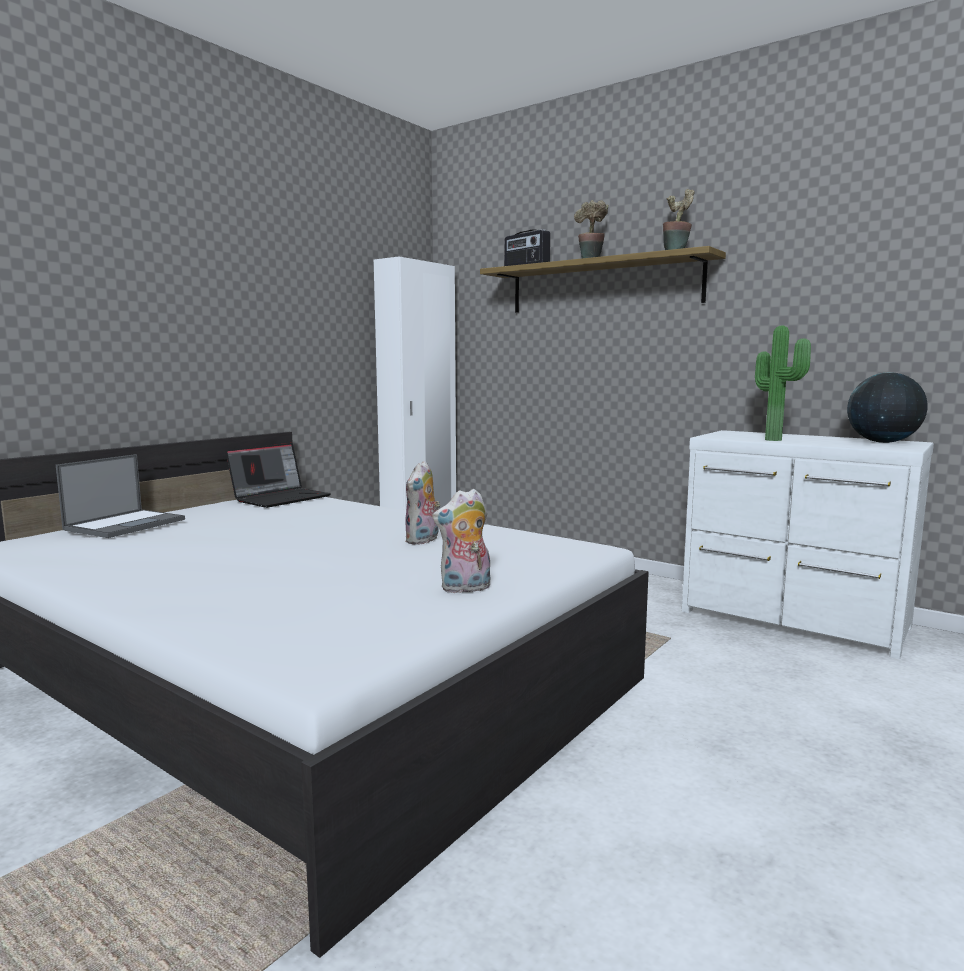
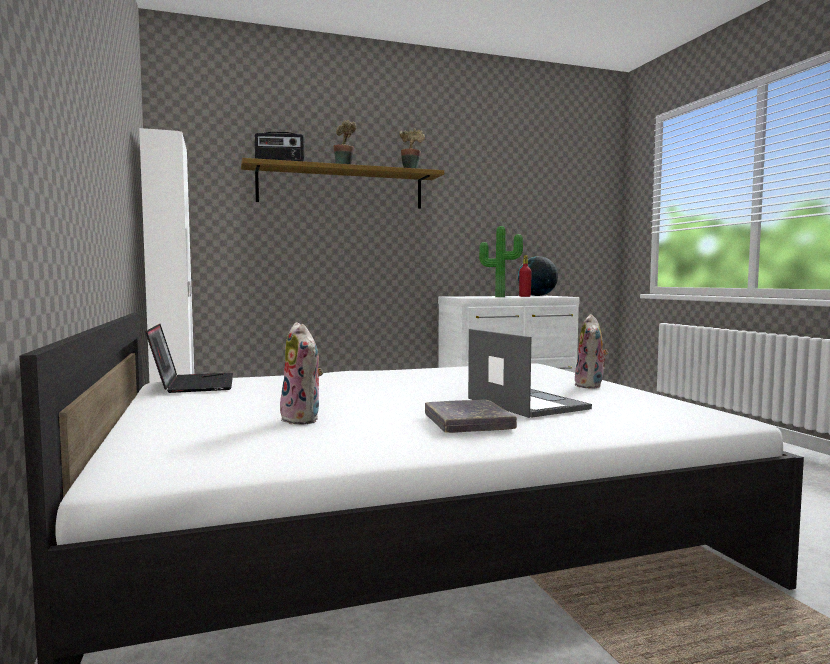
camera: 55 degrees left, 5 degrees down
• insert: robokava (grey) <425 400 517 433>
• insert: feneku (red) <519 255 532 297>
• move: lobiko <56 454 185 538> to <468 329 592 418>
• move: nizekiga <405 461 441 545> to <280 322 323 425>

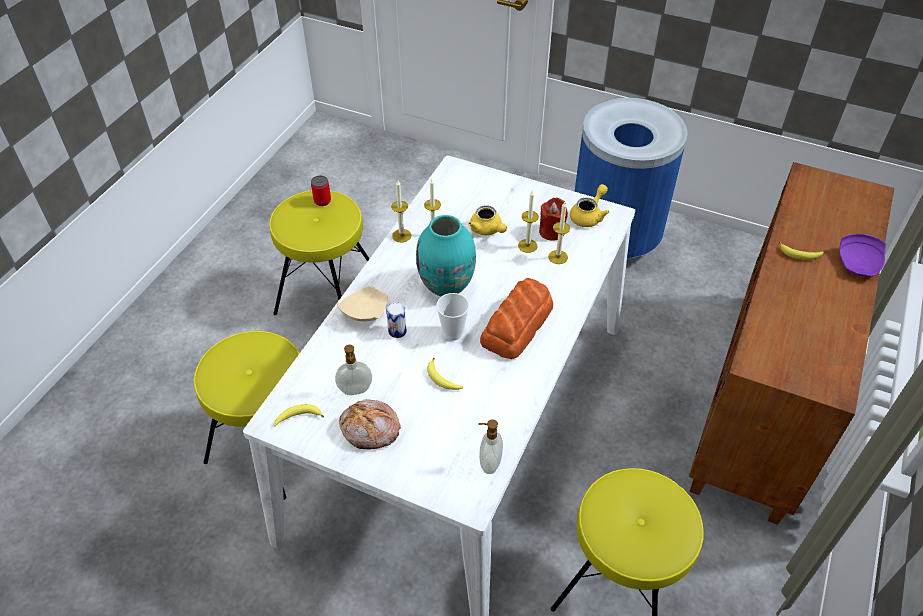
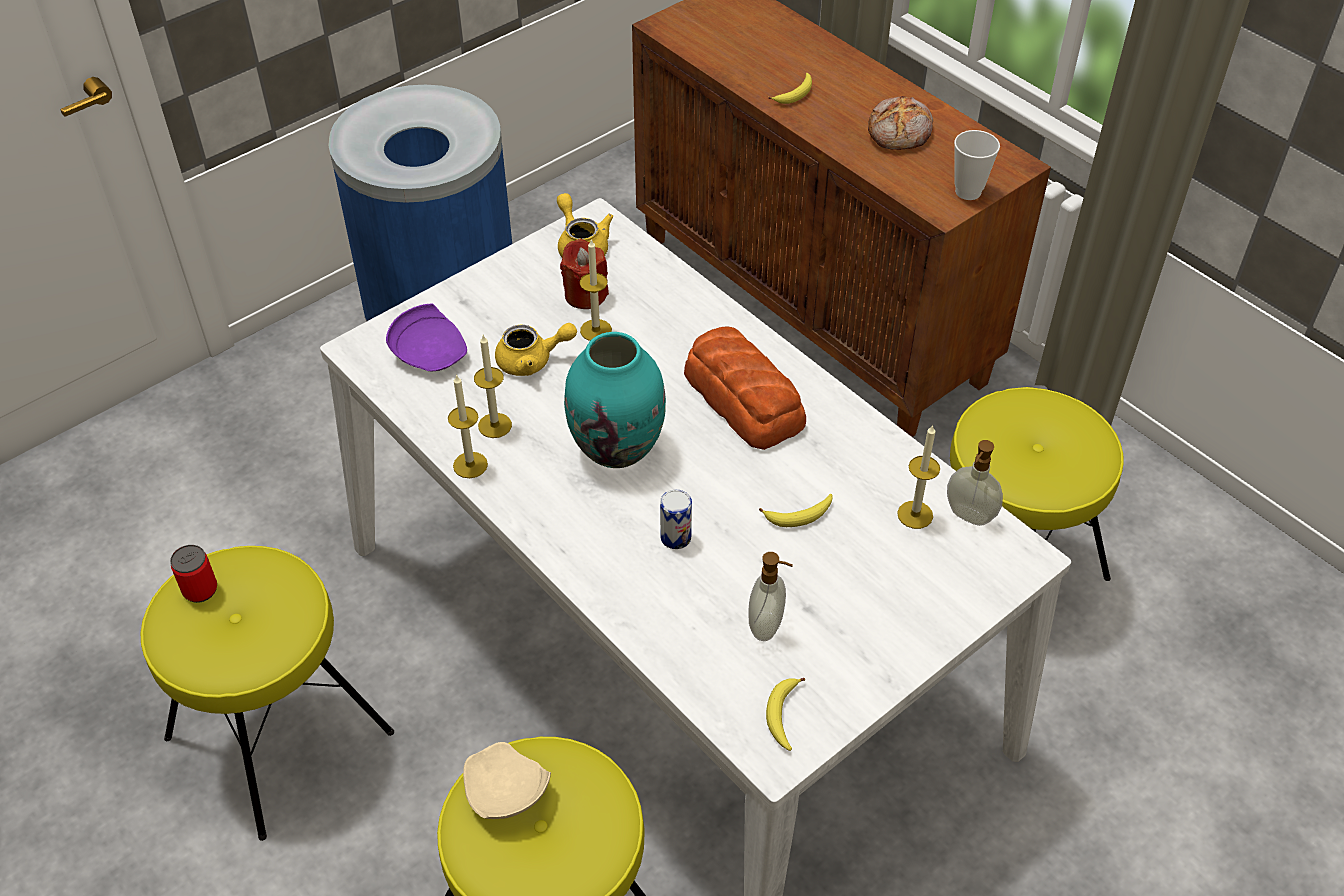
camera: 65 degrees left, 0 degrees up
• move: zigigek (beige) <337 286 388 321> to <463 742 551 819>
• move: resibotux <339 399 401 450> to <868 96 933 150>
• move: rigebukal <436 293 469 341> to <954 130 1000 200>
• move: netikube <548 202 570 264> to <897 425 940 529>
• move: zigigek (purple) <839 234 886 276> to <386 303 467 372>

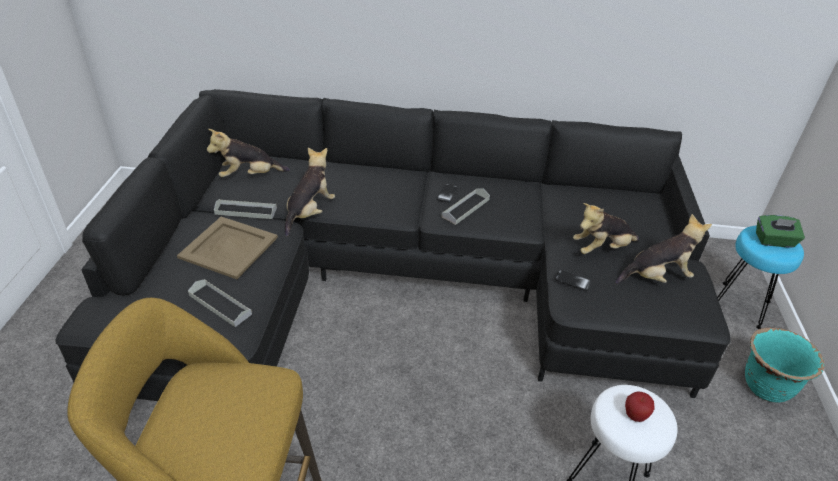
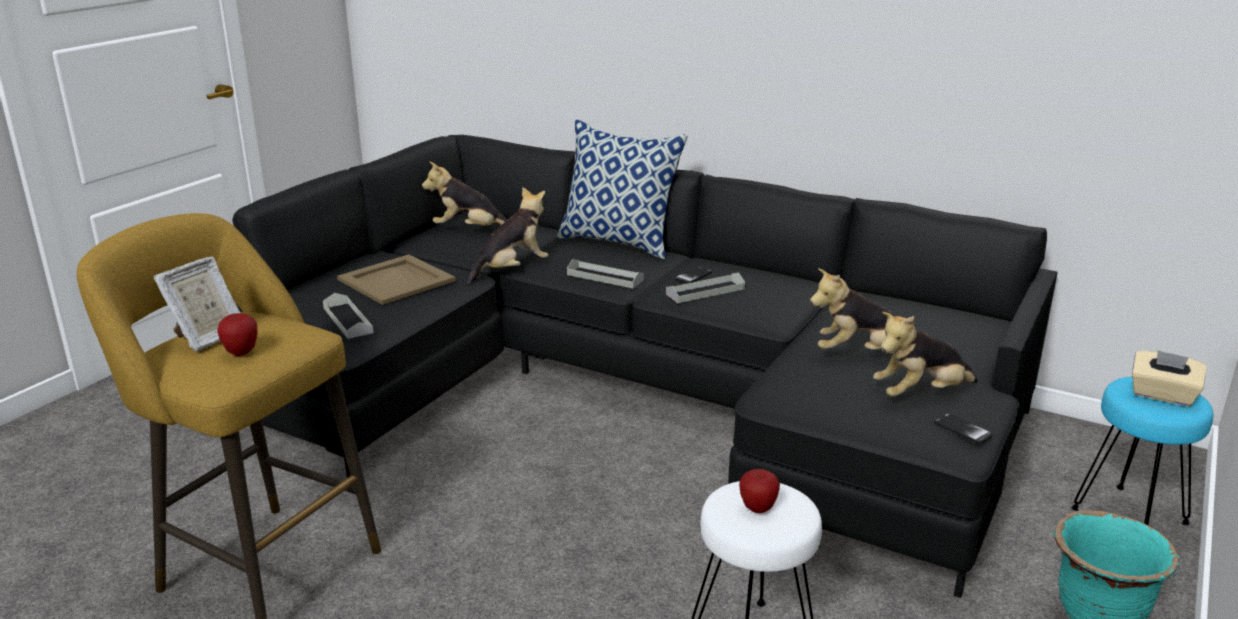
camera: 25 degrees right, 15 degrees down
• insert: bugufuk <153 257 240 352>
• insert: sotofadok <217 313 258 356>
• insert: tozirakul <557 119 688 259>
• move: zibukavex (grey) <214 199 277 219> to <567 259 644 288>
• move: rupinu <555 270 592 291> to <934 413 993 444>
• recolor: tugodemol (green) <756 215 805 248> to tugodemol (beige) <1132 350 1207 406>
• rotate: nizekiga <615 214 712 285> = <873 312 978 397> 150 degrees clockwise

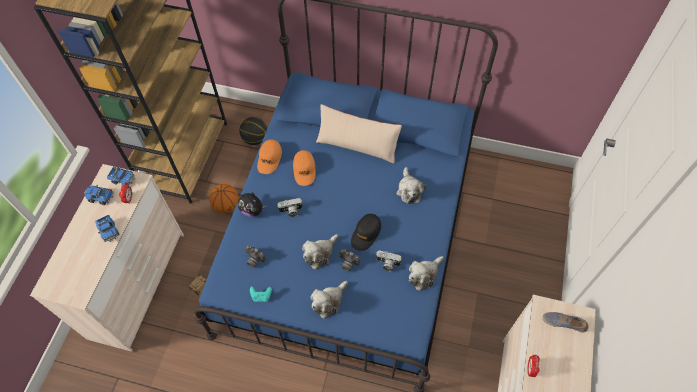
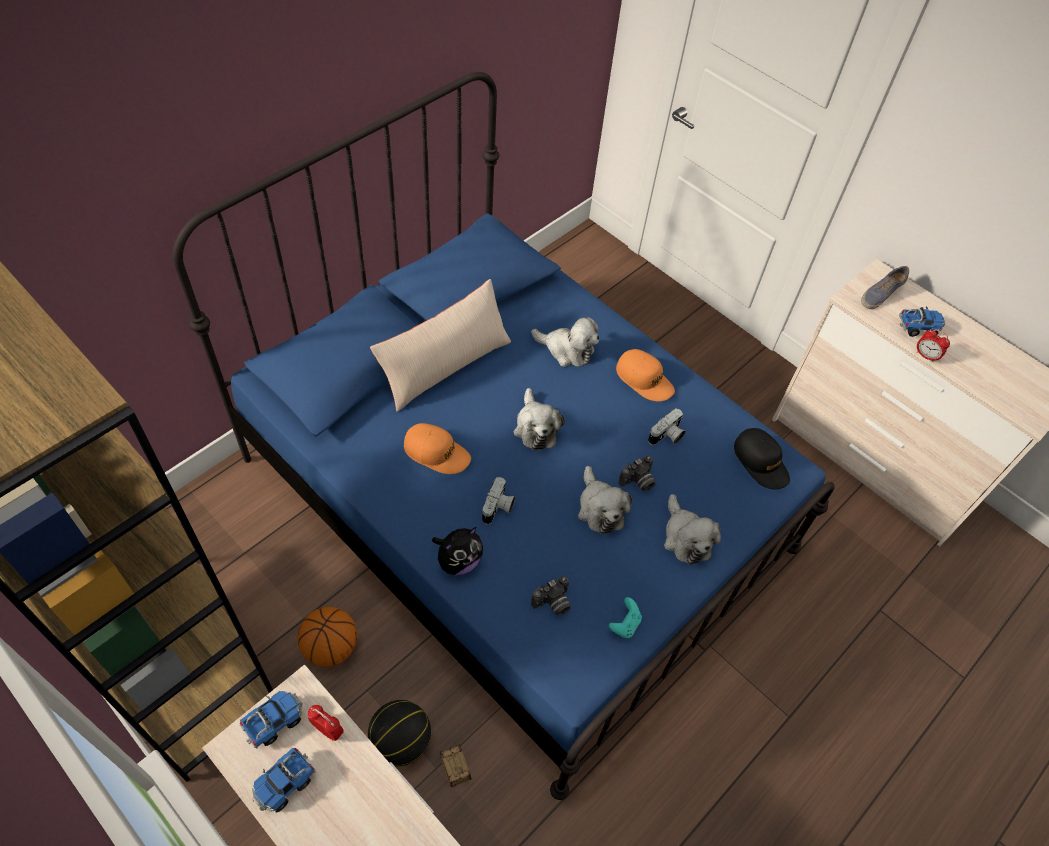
camera: 65 degrees left, 5 degrees down
• move: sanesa <95 215 120 242> to <899 306 945 337>
• move: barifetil <239 117 267 145> to <368 700 431 766>
• move: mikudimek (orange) <257 139 282 174> to <616 349 675 401>
• move: mikudimek (black) <351 214 381 251> to <734 428 790 489>
• move: nizekiga <409 256 444 291> to <513 388 565 451>

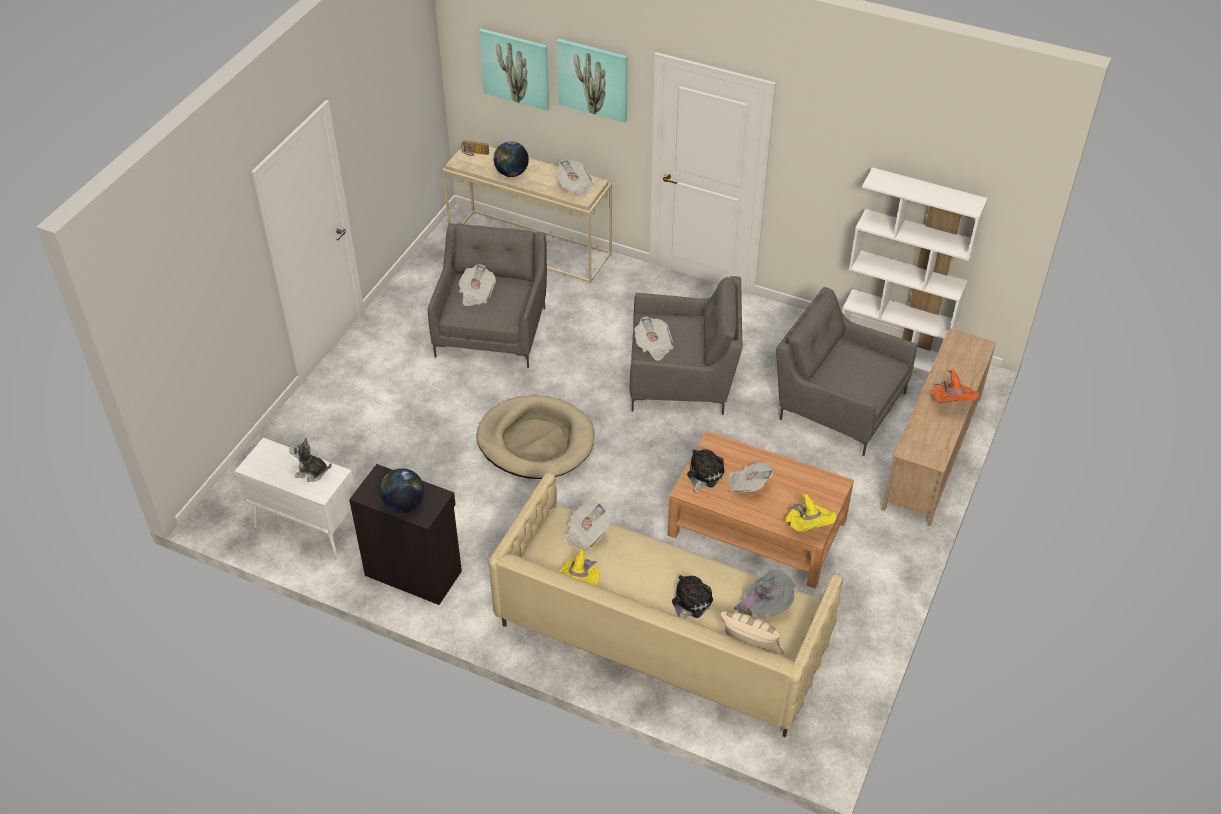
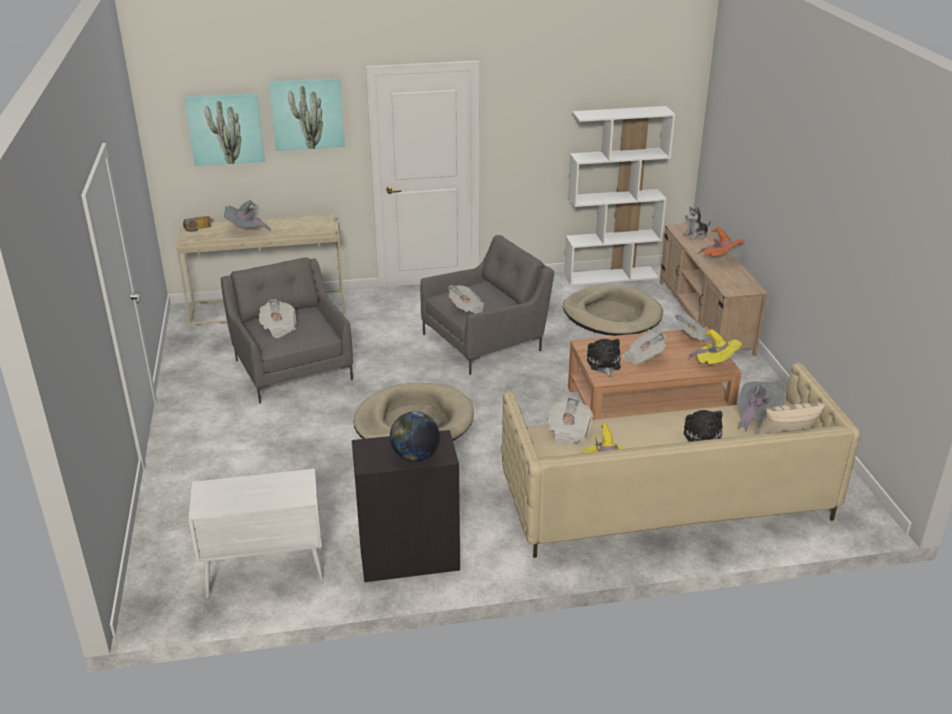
camera: 35 degrees left, 15 degrees down
• move: nizekiga <289 438 332 482> to <683 206 711 240>
• move: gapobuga <556 159 594 197> to <674 313 713 343>
• replace: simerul <493 141 529 177> to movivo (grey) <224 200 271 231>
• replace: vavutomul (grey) <776 287 917 456> to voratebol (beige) <563 285 663 336>

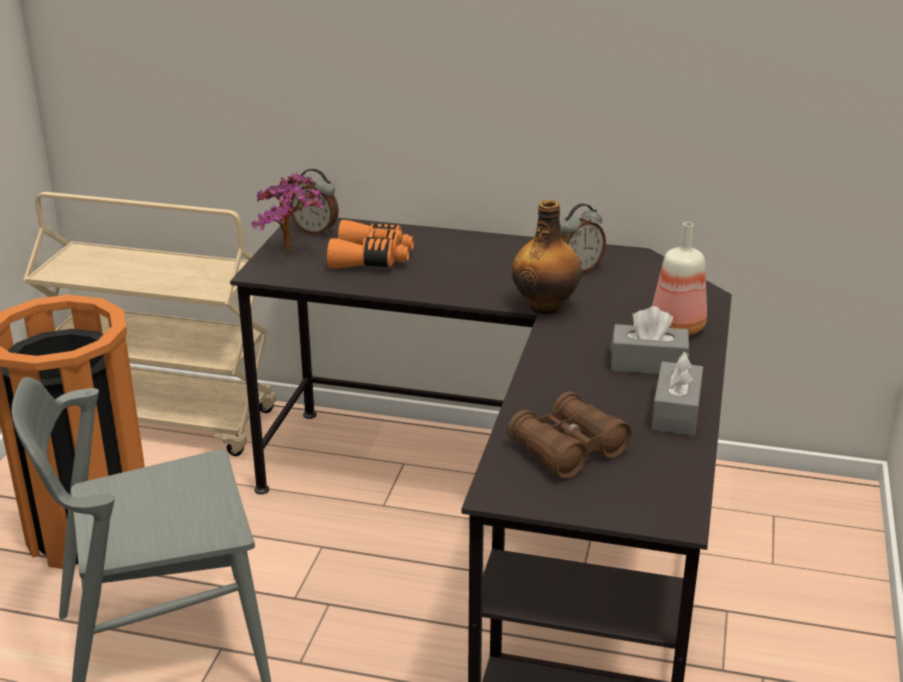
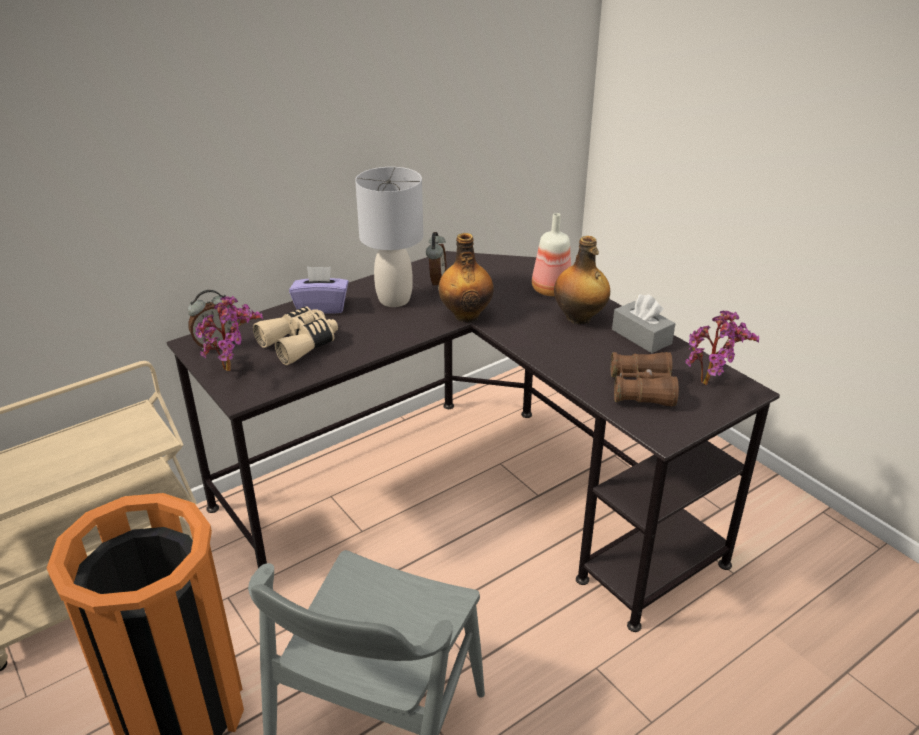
camera: 50 degrees left, 5 degrees up
• insert: tugodemol (purple) <289 266 349 314>
• insert: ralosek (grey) <355 167 423 307>
• insert: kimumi <685 310 759 385>
• replace: tugodemol (grey) <611 306 689 374> to feneku <554 236 610 324>
• recolor: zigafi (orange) <327 220 414 269> to zigafi (beige) <253 306 338 365>

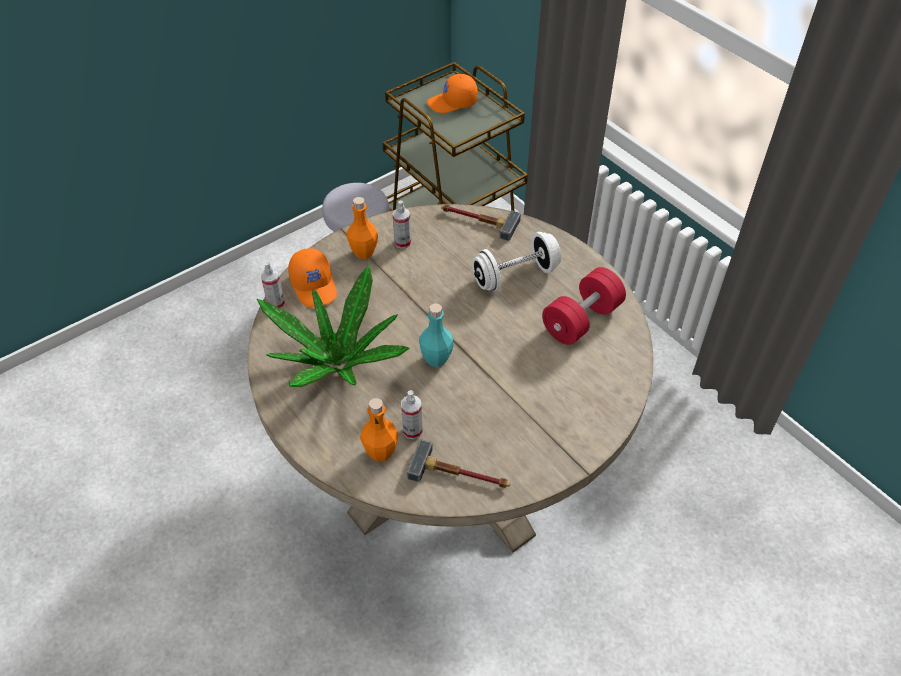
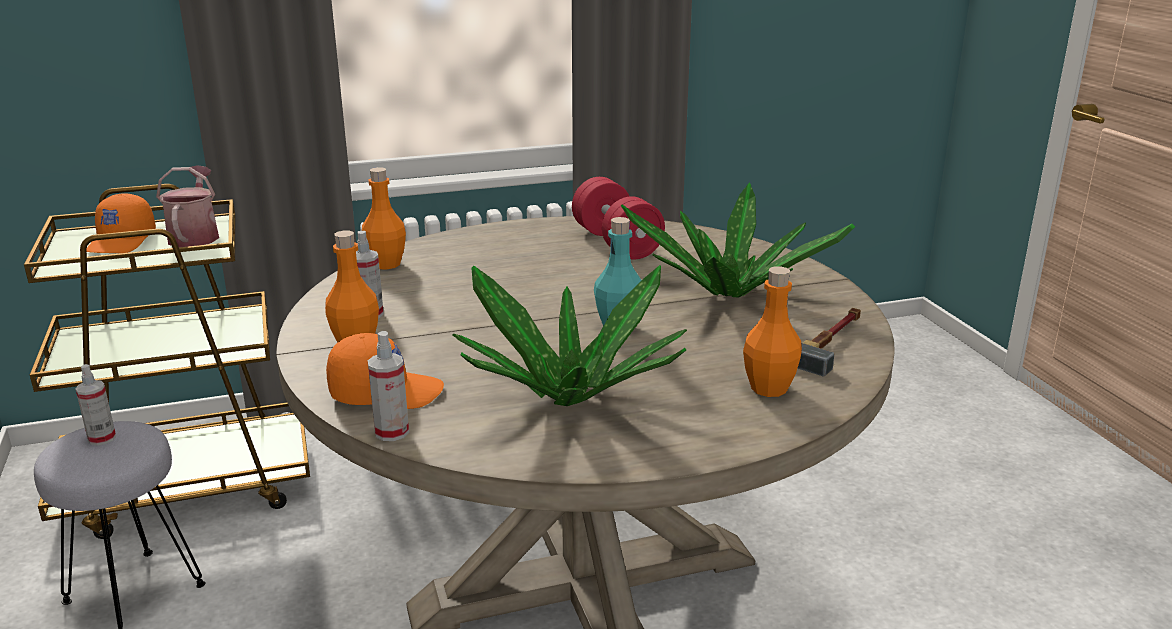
camera: 70 degrees left, 25 degrees down
• delete: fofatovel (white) <472 232 561 291>
• insert: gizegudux <156 165 219 247>
• insert: kimumi <621 182 855 298>
• move: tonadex <401 390 423 439> to <75 364 116 446>
• replace: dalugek <441 204 521 241> to feneku (orange) <362 167 406 270>

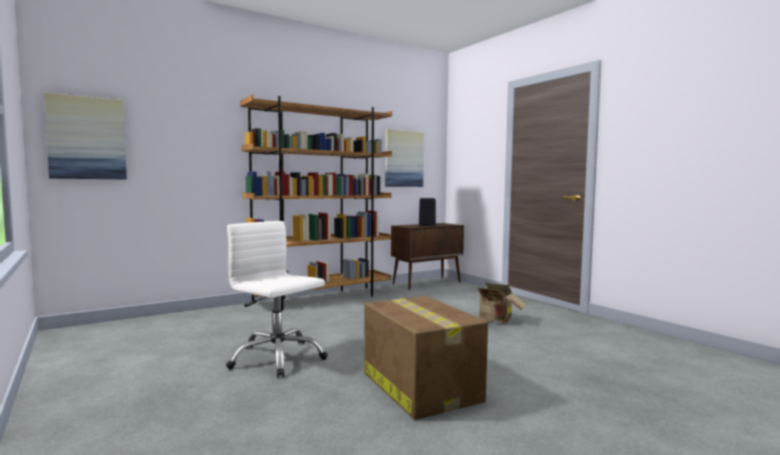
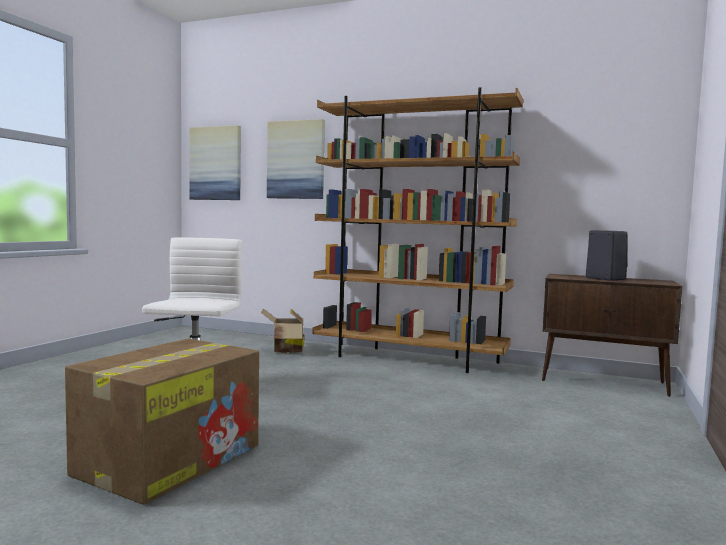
camera: 55 degrees right, 0 degrees up
• move: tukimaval <385 129 424 187> to <267 119 325 199>
• move: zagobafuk <466 283 527 324> to <261 308 305 354>

